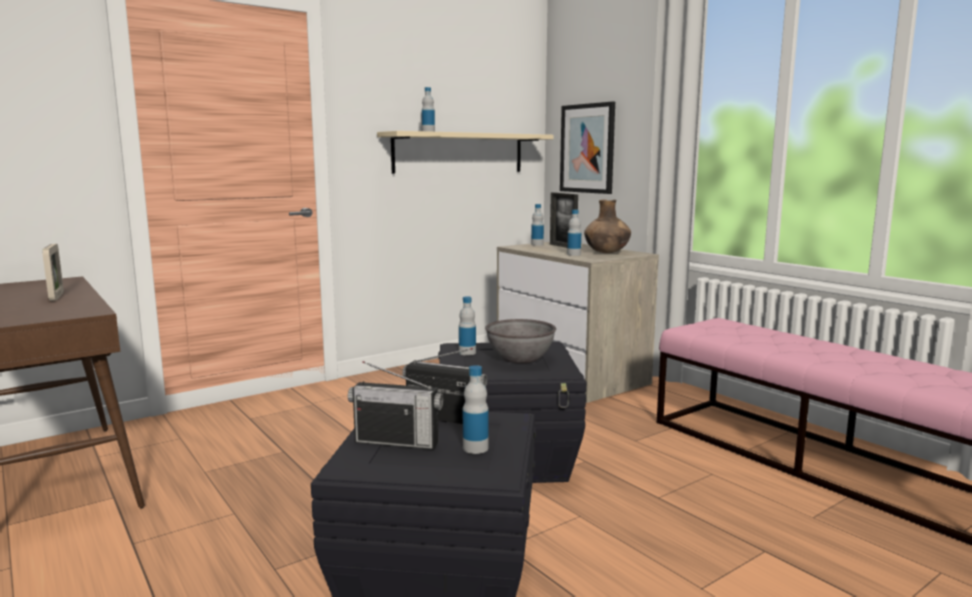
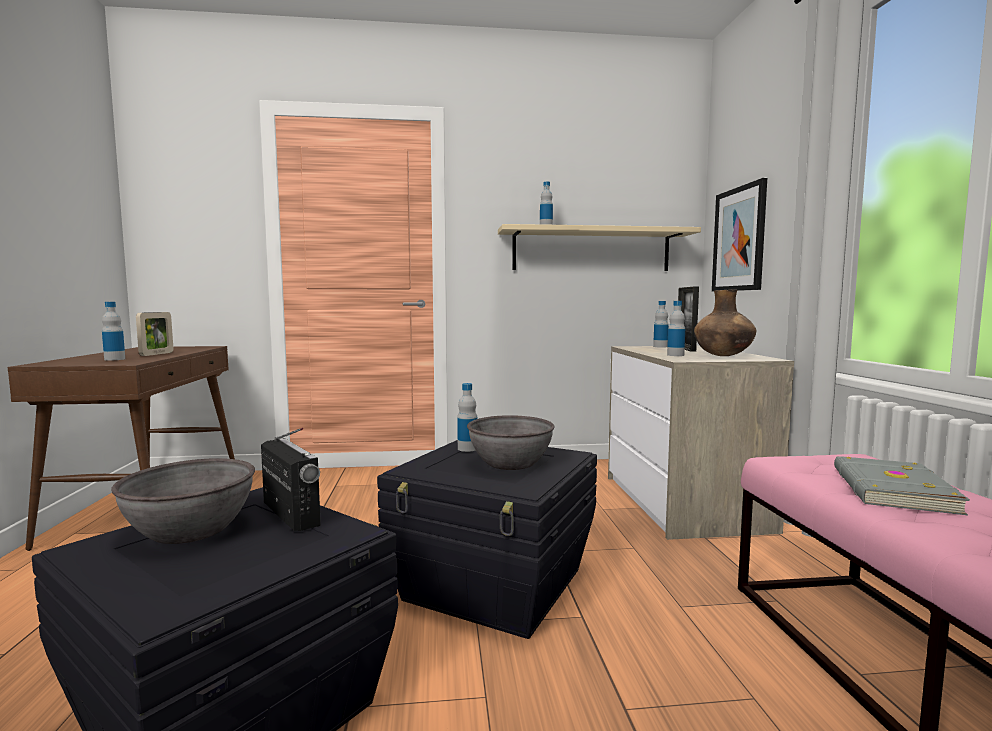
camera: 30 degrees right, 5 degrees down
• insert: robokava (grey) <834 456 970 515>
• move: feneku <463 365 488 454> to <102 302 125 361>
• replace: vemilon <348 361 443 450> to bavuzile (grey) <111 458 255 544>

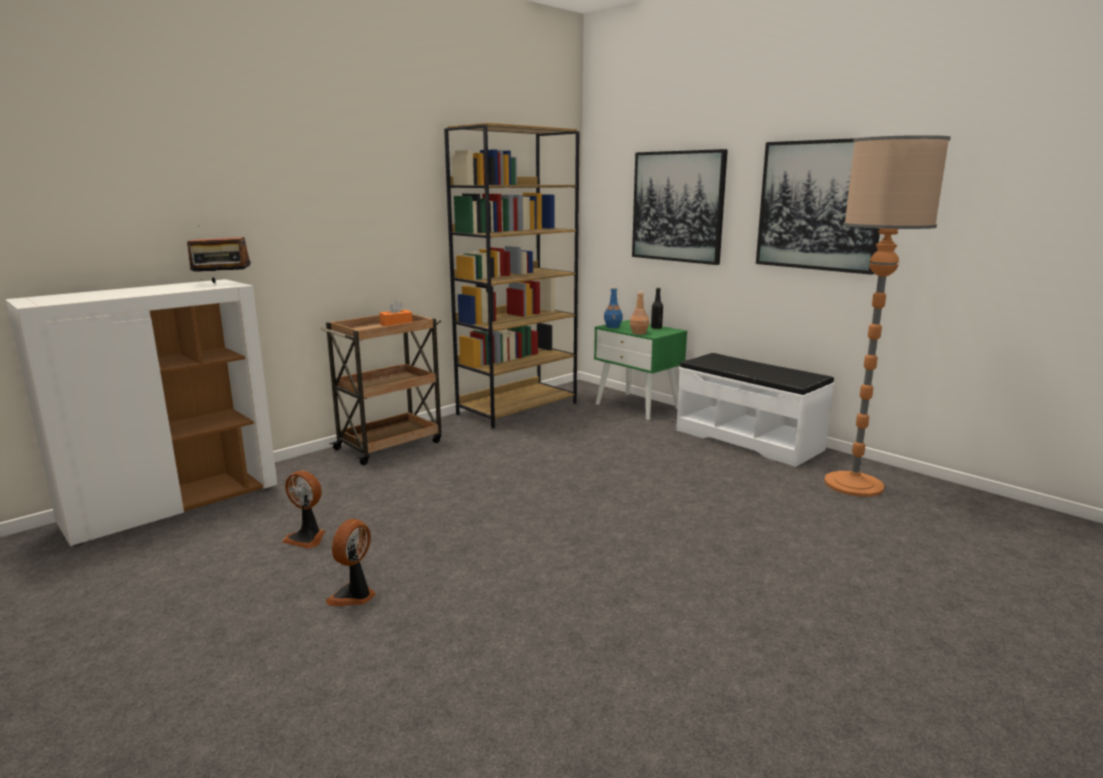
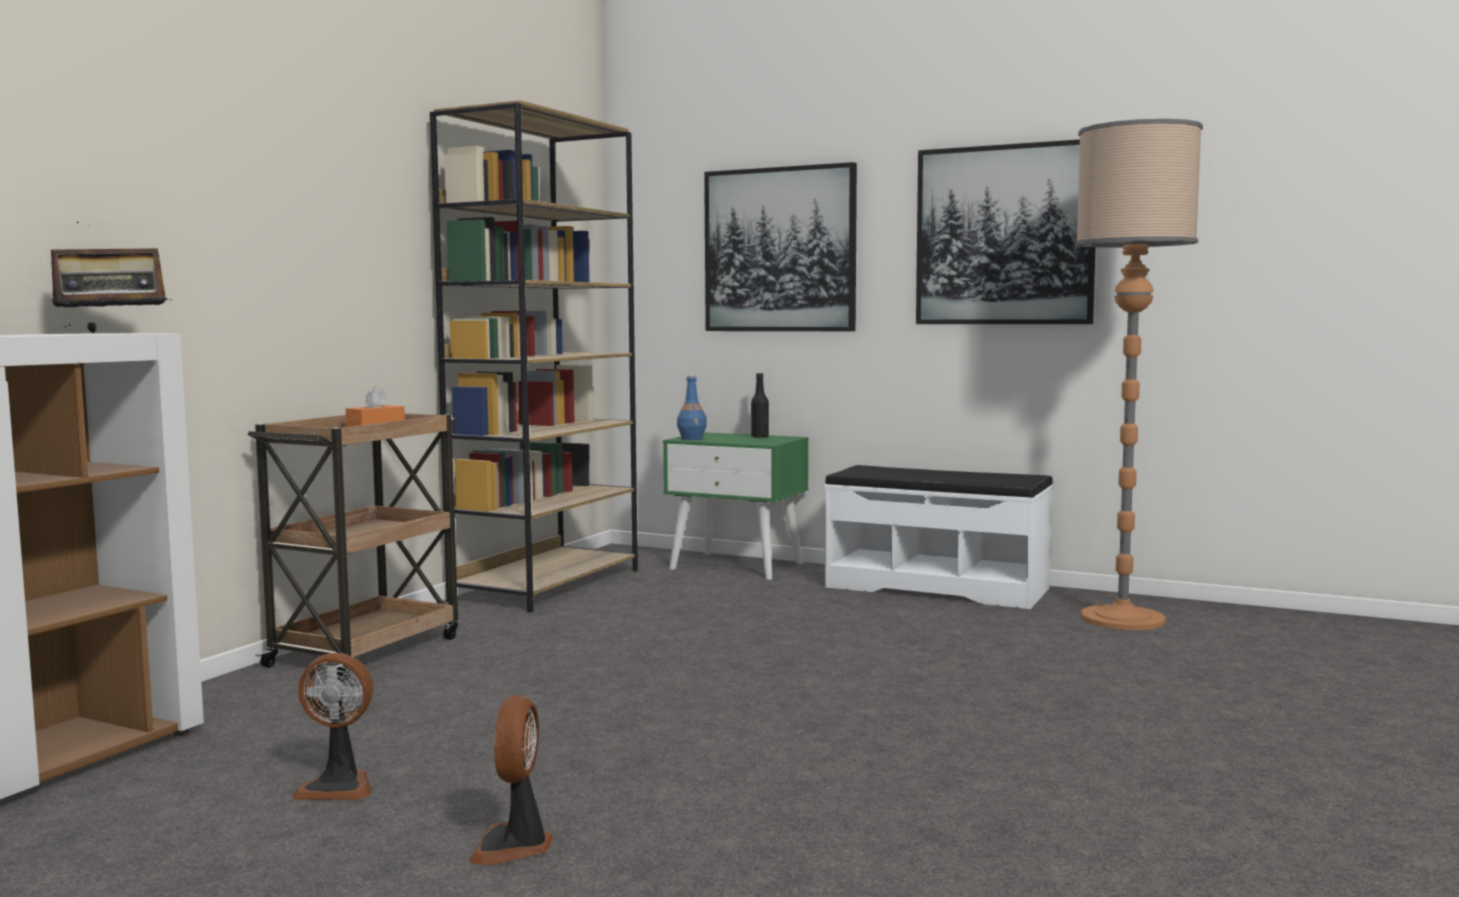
camera: 20 degrees left, 10 degrees down
• delete: feneku (brown) <630 291 649 334>

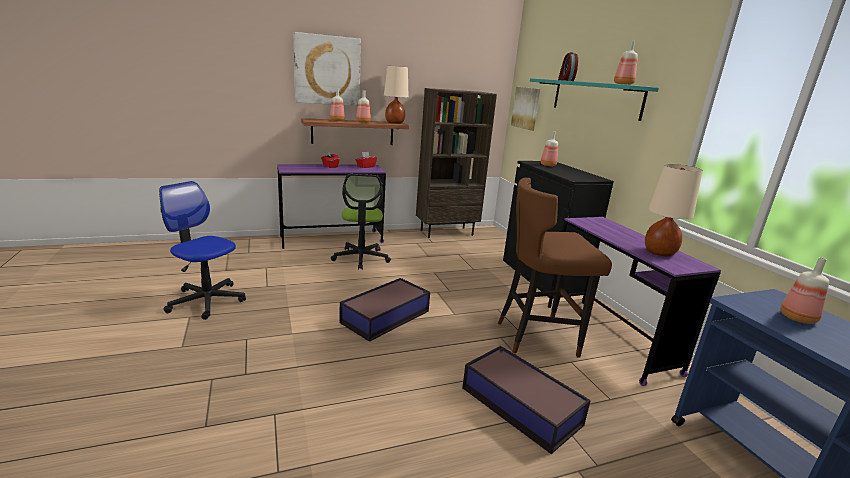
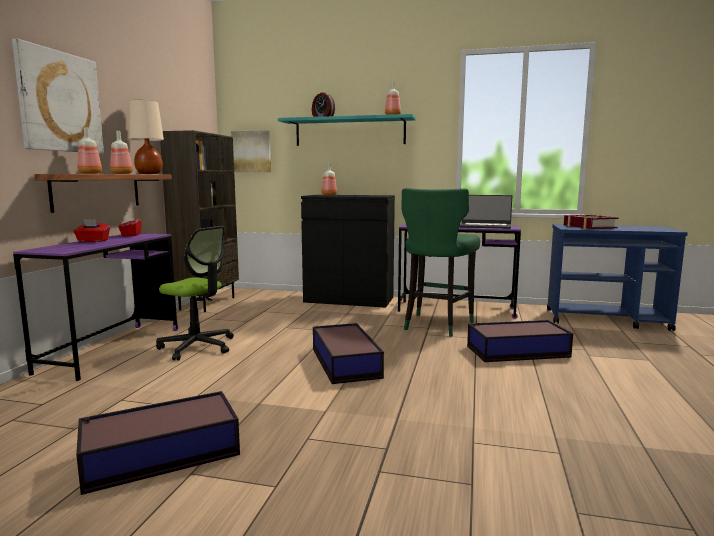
camera: 55 degrees left, 10 degrees down
• replace: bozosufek <159 181 246 320> to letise <76 391 240 495>
• replace: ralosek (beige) <645 164 703 257> to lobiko <459 195 512 229>
• replace: feneku <780 257 829 324> to robokava <564 214 618 229>
• recolor: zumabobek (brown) <498 178 612 358> to zumabobek (green) <401 188 480 337>

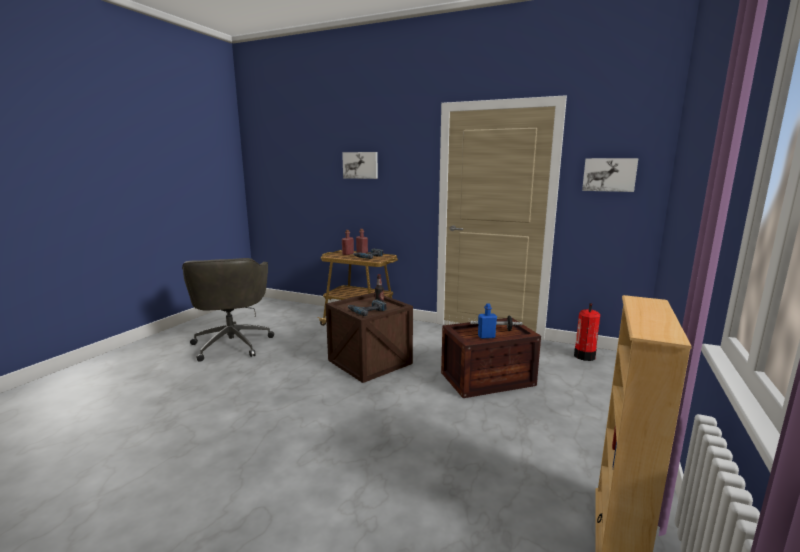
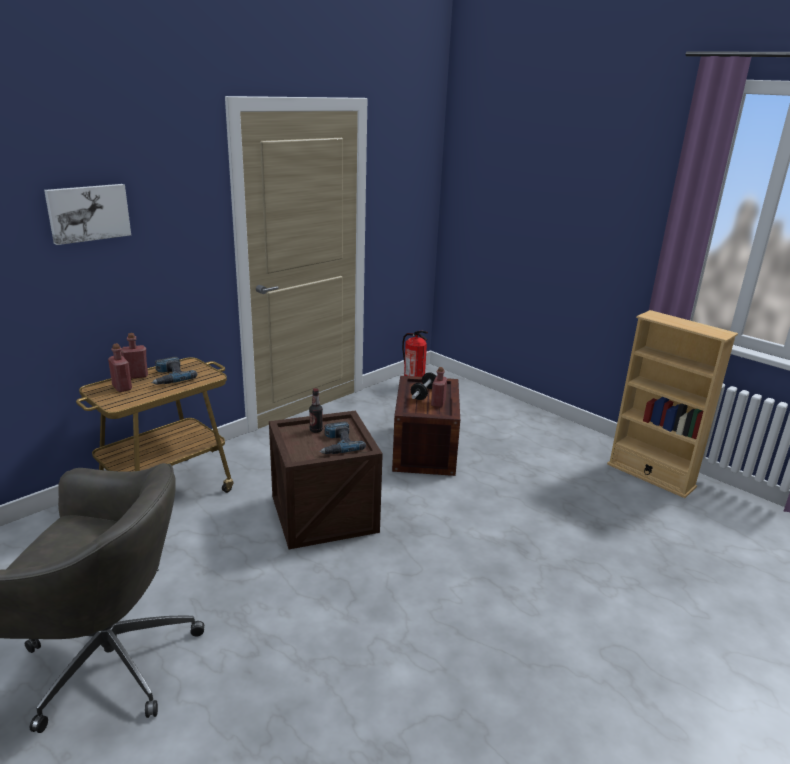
camera: 70 degrees left, 10 degrees up
• delete: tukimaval <582 158 639 192>
• recolor: feneku (blue) <478 303 497 339> to feneku (red) <431 367 447 408>

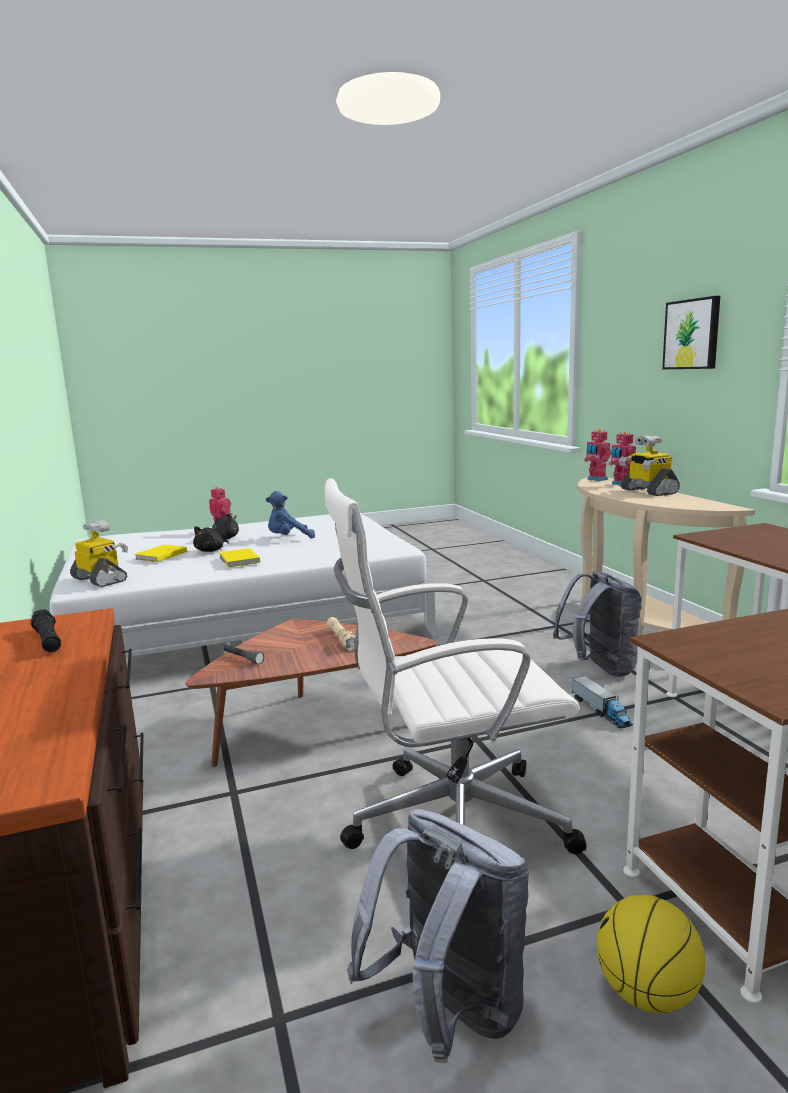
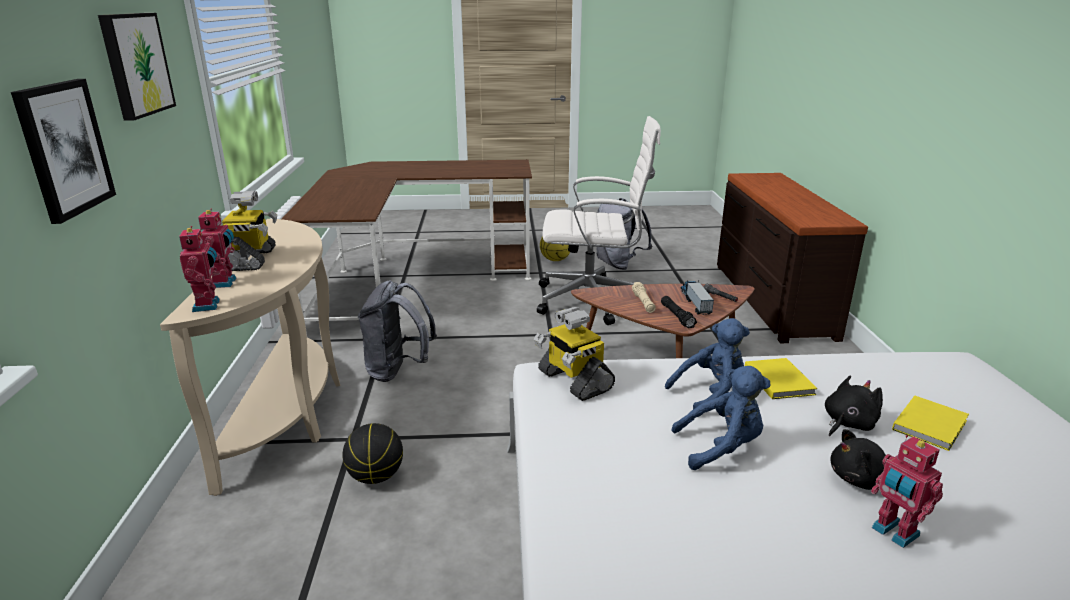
camera: 165 degrees left, 10 degrees up
• insert: tukimaval <11 79 116 224>
• insert: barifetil <342 423 403 484>
• insert: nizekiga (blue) <665 318 750 416>
• move: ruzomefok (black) <30 609 61 652> to <661 296 697 328>
• move: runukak <70 520 128 587> to <534 307 615 401>
• move: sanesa <572 675 633 729> to <681 280 714 315>

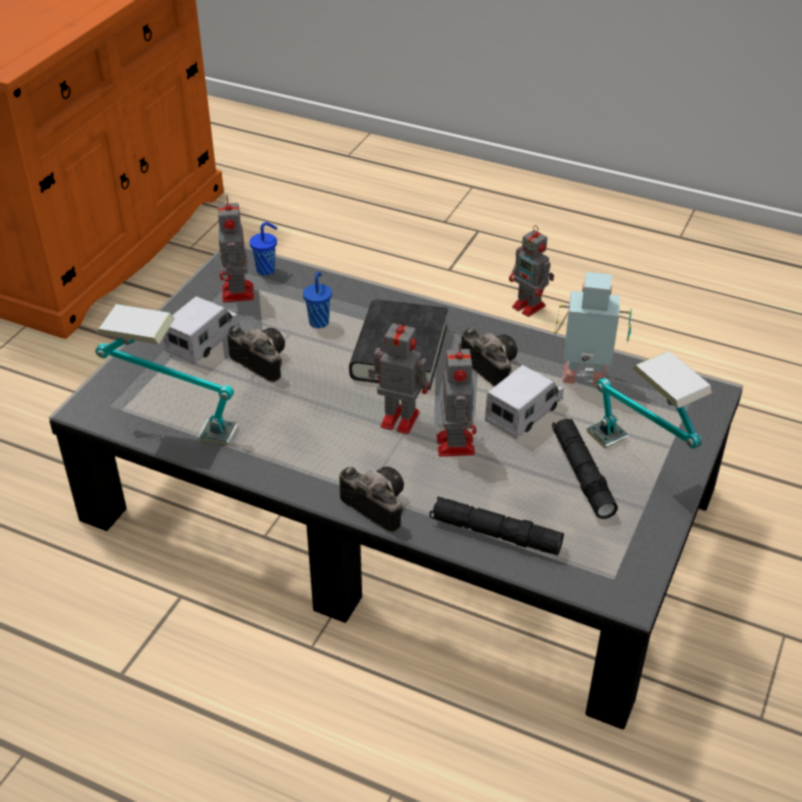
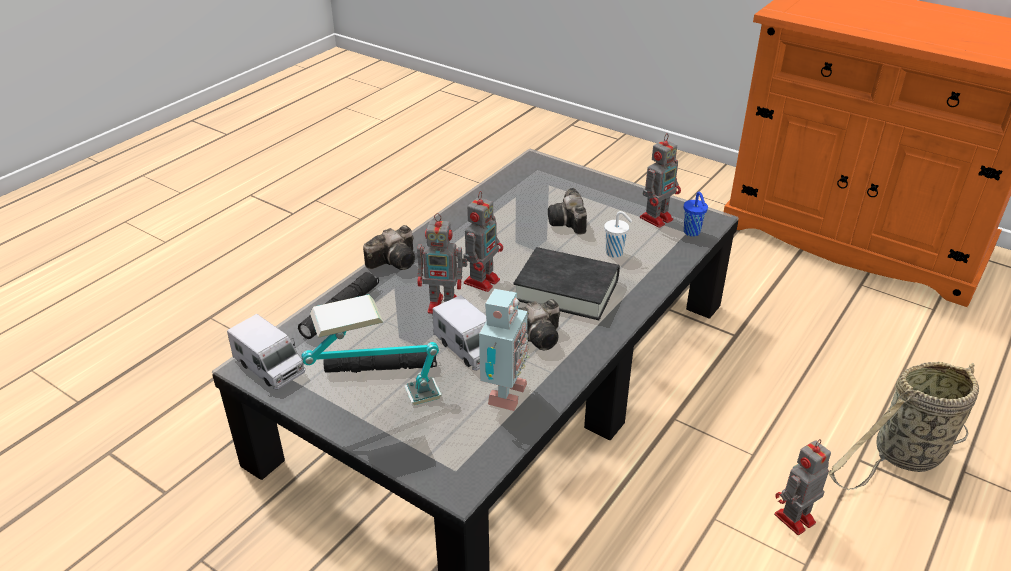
camera: 100 degrees right, 5 degrees down
• delete: ralosek <95 304 238 446>
• insert: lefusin <828 362 979 490>
• move: sanesa <164 296 240 365> to <227 314 305 389>
• recolor: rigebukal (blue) <303 272 332 328> to rigebukal (white) <604 211 632 258>
• rotate: runukak <218 196 254 302> = <640 133 681 228> 135 degrees clockwise
• rotate: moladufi <227 327 285 382> = <548 188 587 235> 120 degrees clockwise

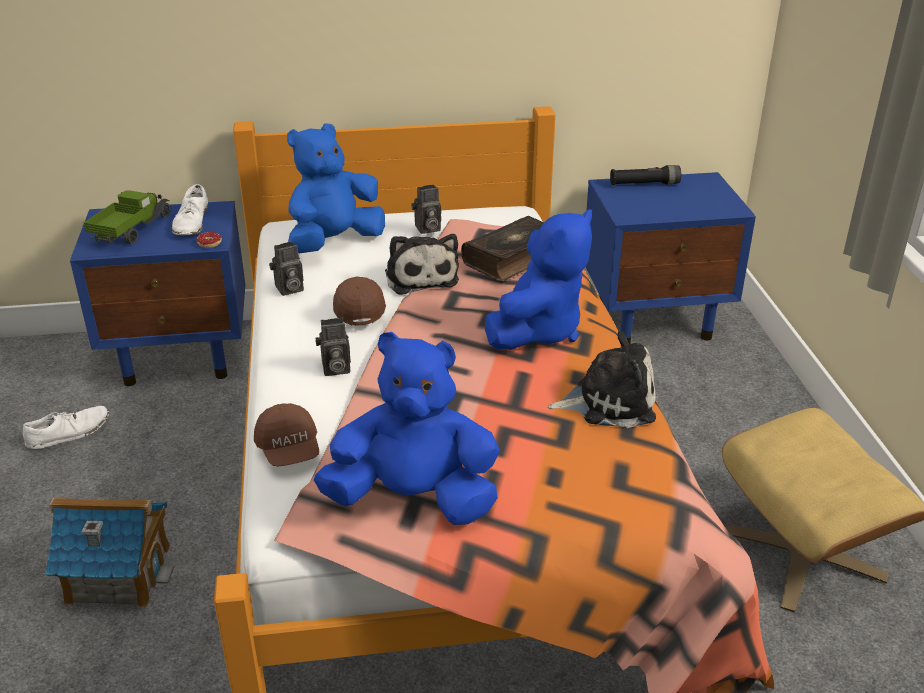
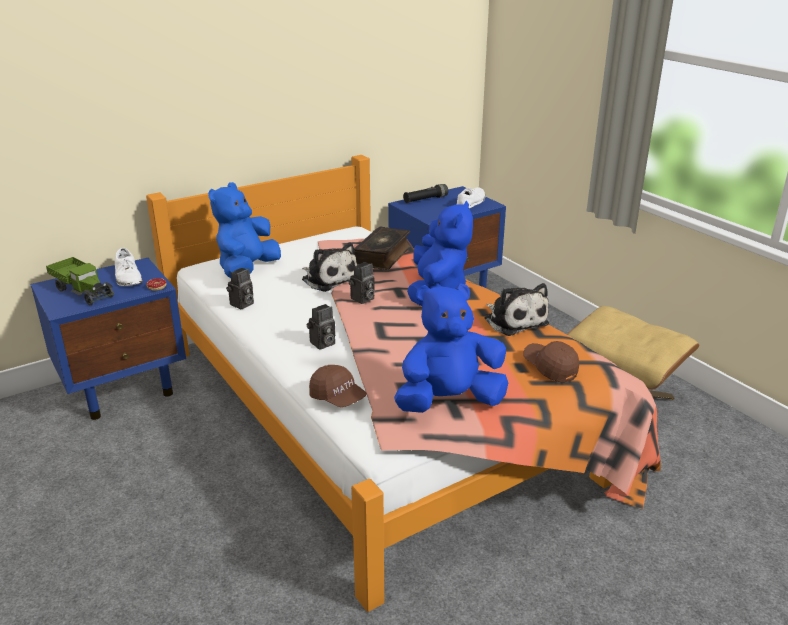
camera: 25 degrees left, 5 degrees down
• delete: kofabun <45 498 174 607>
• move: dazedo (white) <23 406 109 449> to <457 187 485 208>
• move: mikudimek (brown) <333 276 386 326> to <523 341 579 383>
• move: moladufi <411 185 441 234> to <349 262 375 304>
• rotate: sanesa <83 190 171 244> = <46 257 114 305> 135 degrees clockwise
• rotate: nizekiga <548 331 656 428> = <485 283 549 336> 90 degrees clockwise

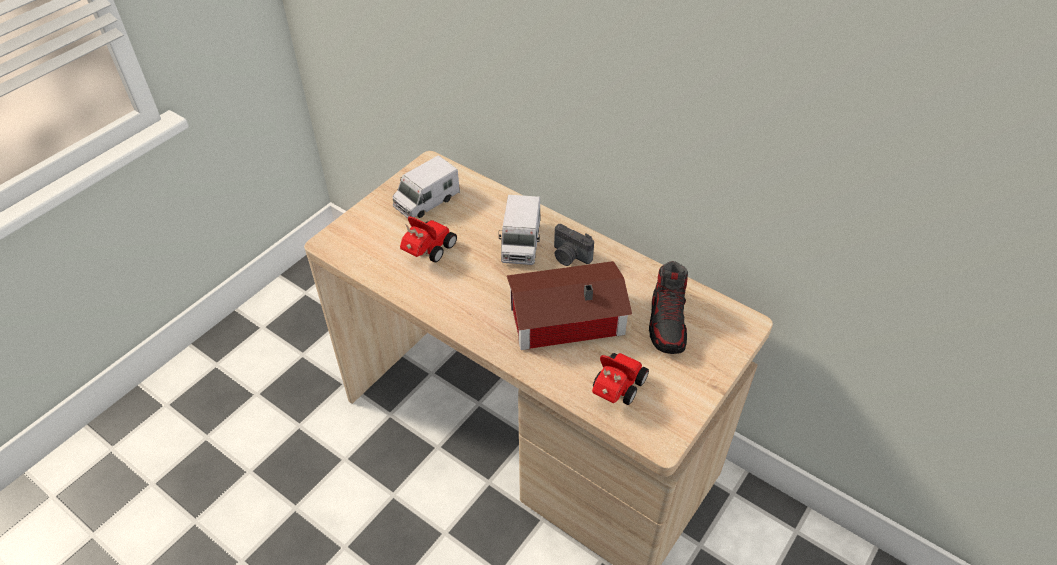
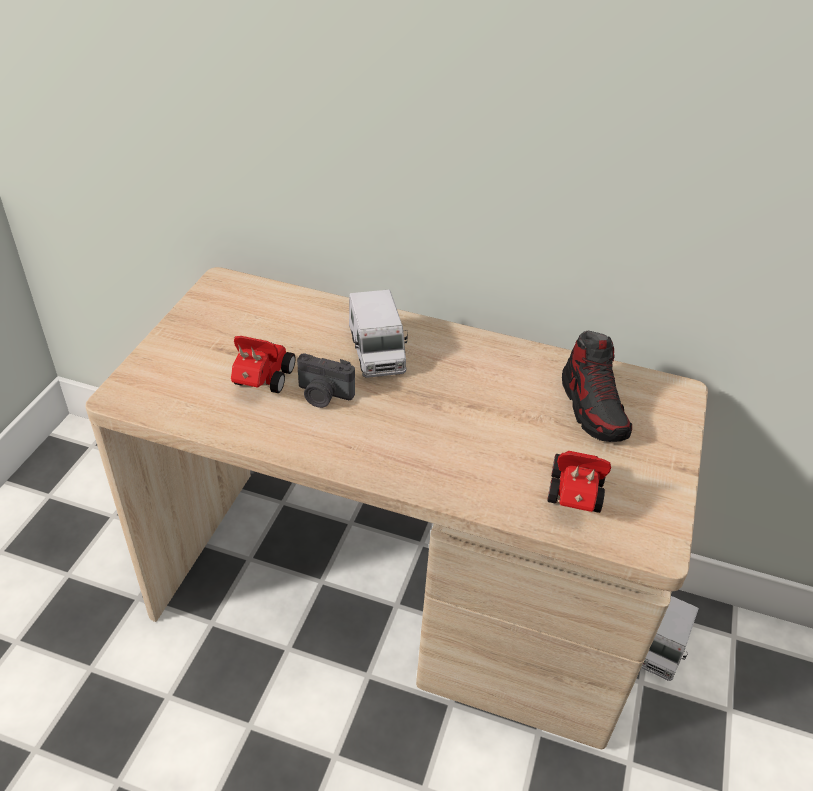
camera: 20 degrees left, 5 degrees down
• delete: kofabun <507 261 632 350>
• move: sanesa <392 155 460 218> to <641 596 699 681>
• move: moladufi <554 224 594 266> to <297 353 355 408>

